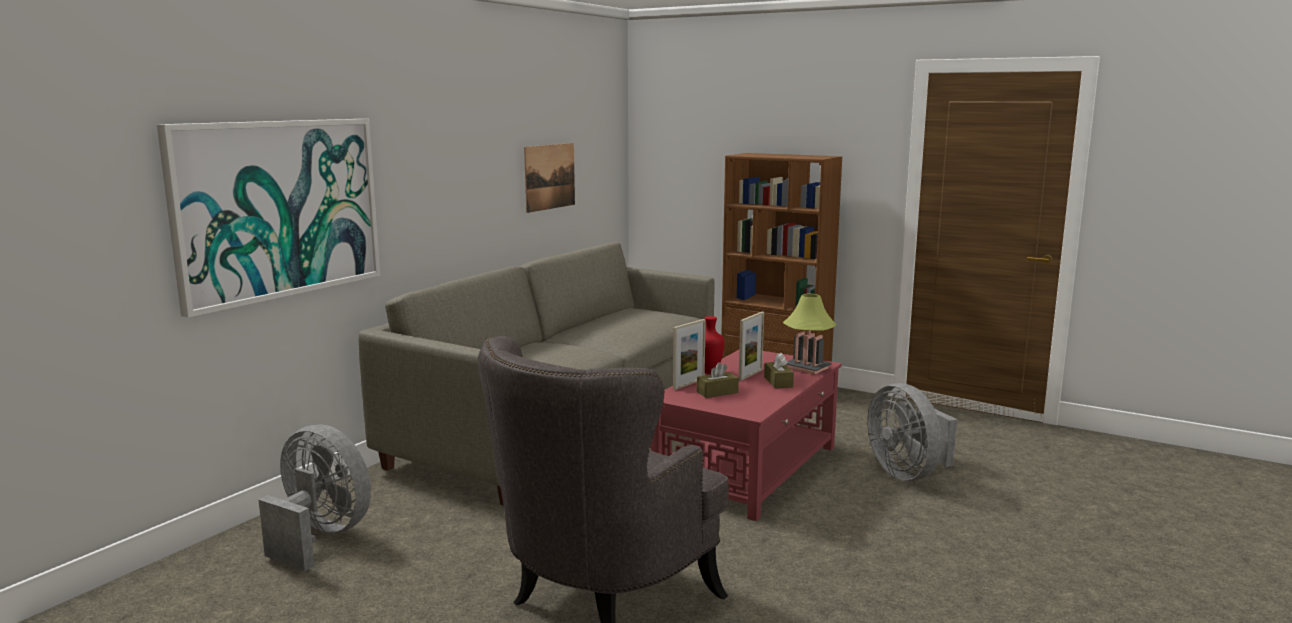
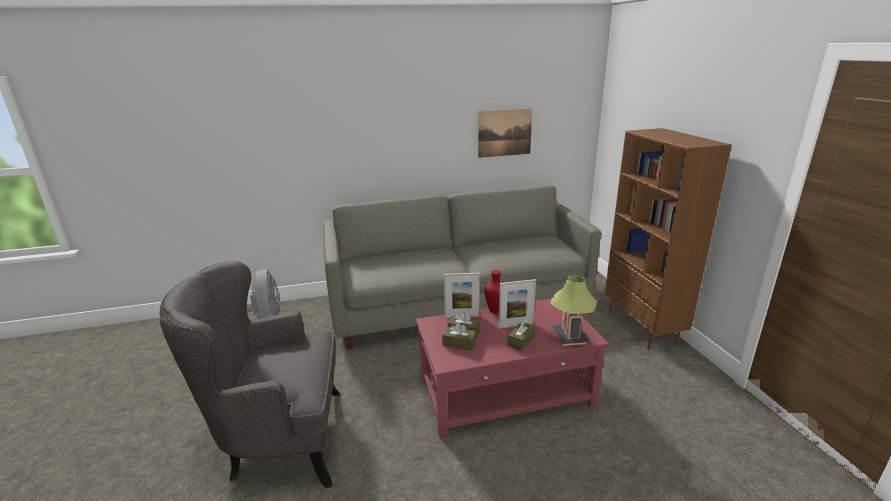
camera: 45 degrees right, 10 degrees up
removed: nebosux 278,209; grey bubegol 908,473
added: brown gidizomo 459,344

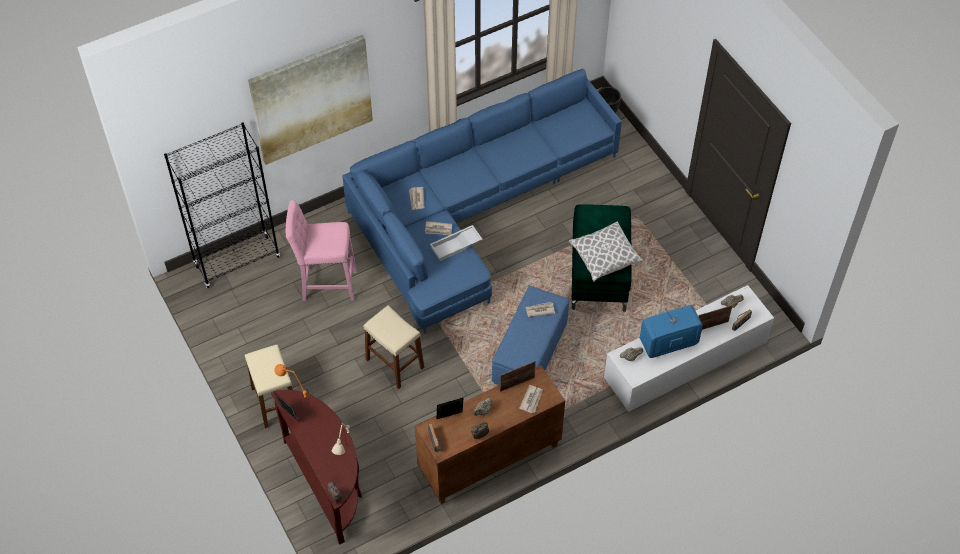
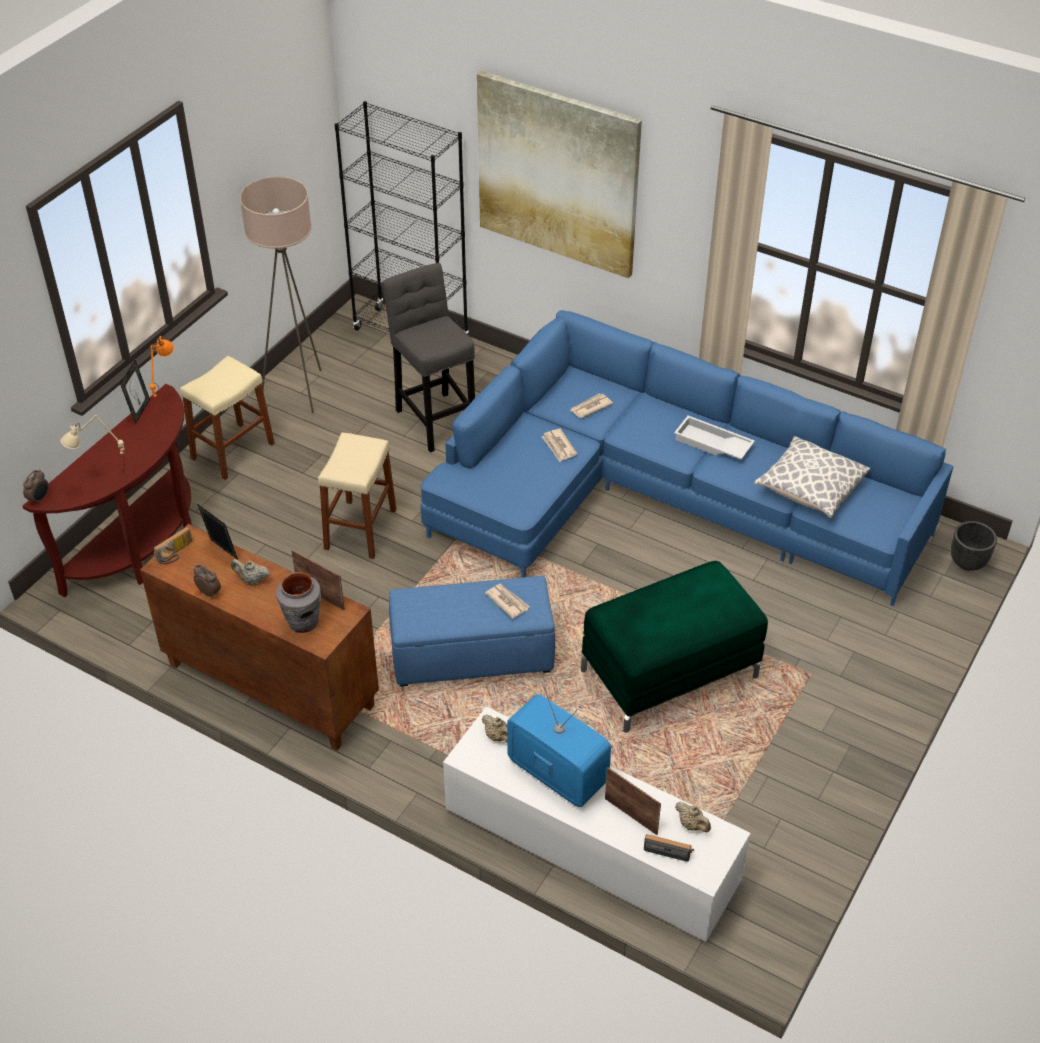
camera: 60 degrees right, 10 degrees down
added: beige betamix 299,391
moved: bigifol 604,258 to 809,489; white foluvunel 456,246 to 712,444
replaced: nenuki 531,399 to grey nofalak 303,622
recoloured: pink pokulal 326,284 to grey pokulal 434,419

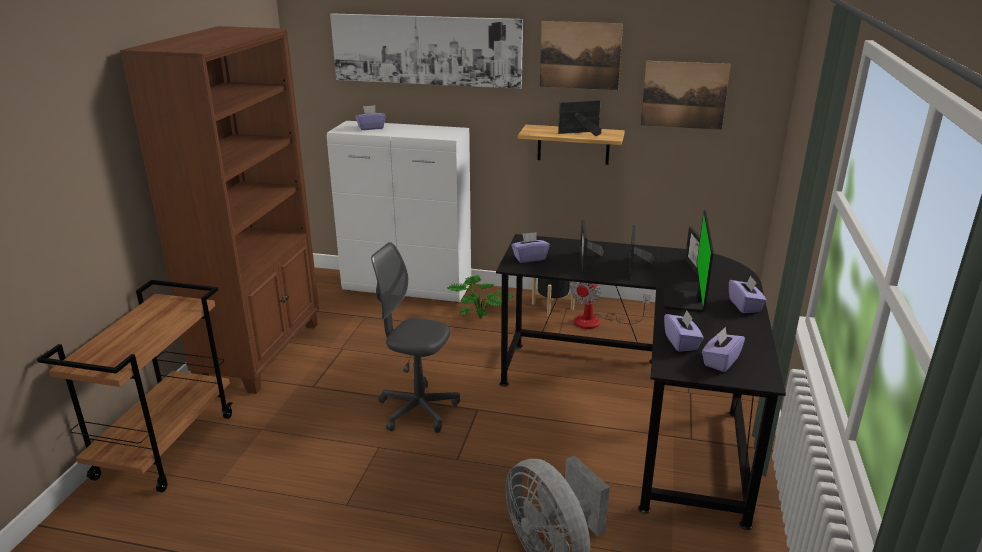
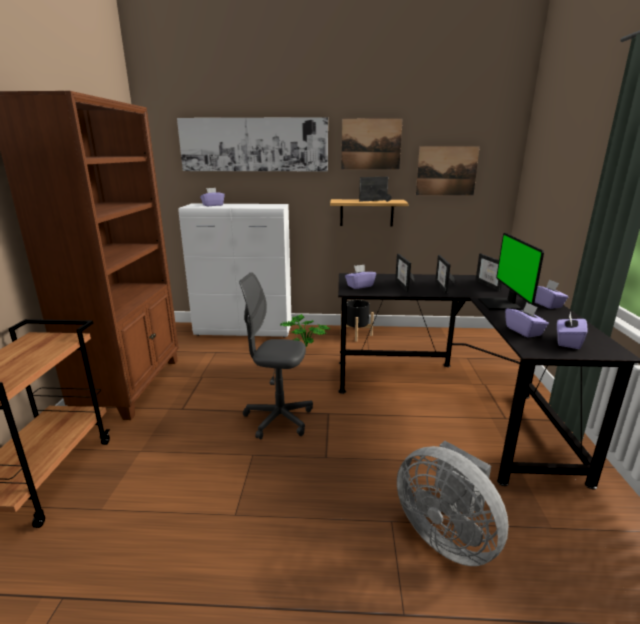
camera: 10 degrees left, 5 degrees down
removed: bubegol 597,322

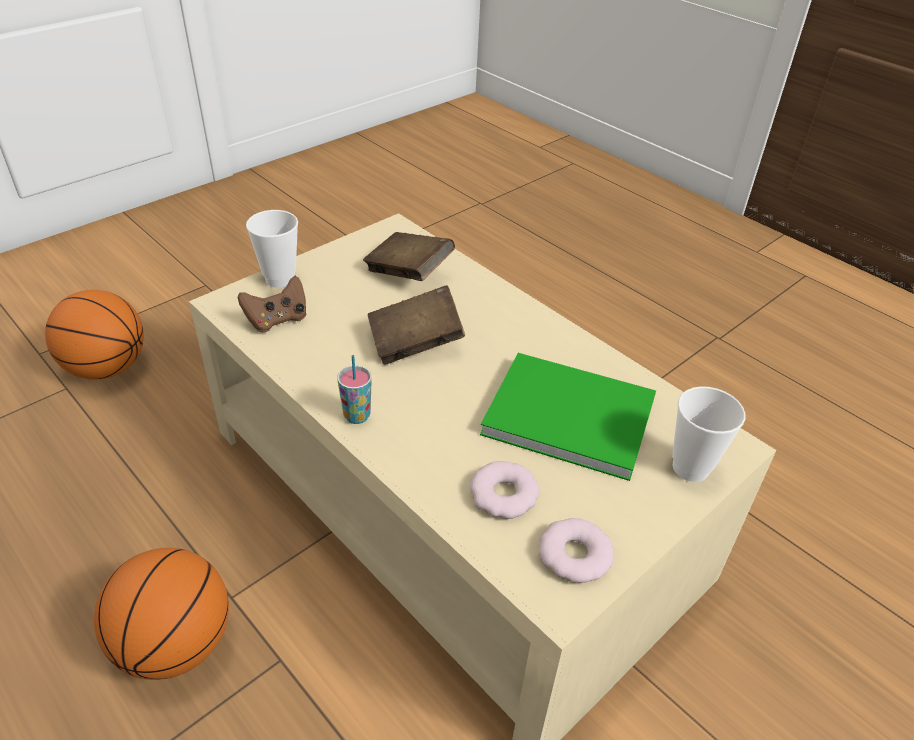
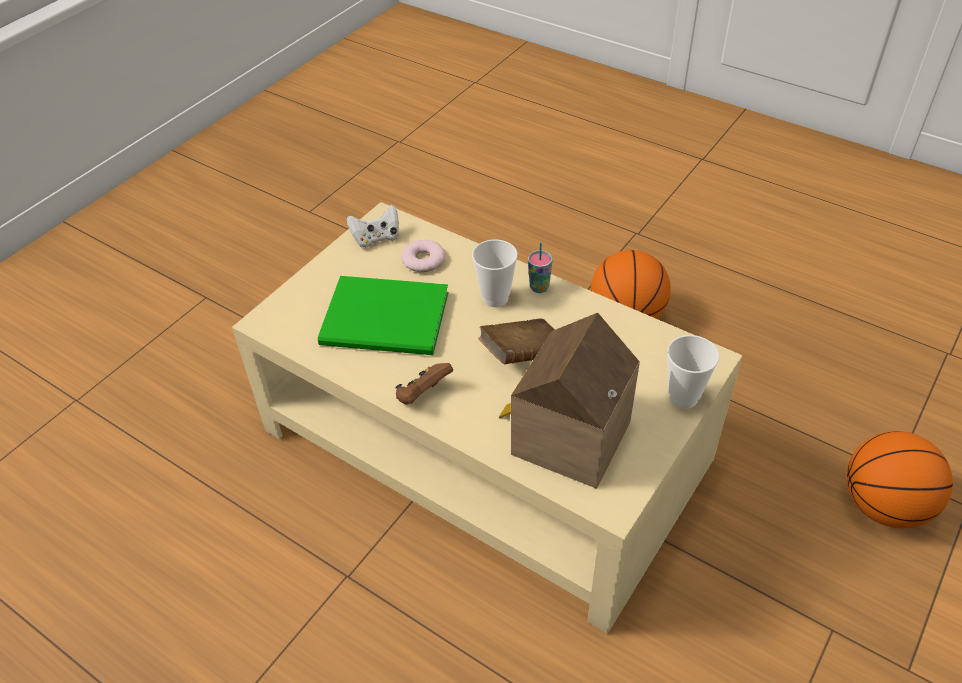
camera: 170 degrees right, 5 degrees up
moved: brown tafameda 277,320 to 423,395; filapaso 690,468 to 495,298
replaced: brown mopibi 408,273 to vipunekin 565,436; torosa 574,555 to white tafameda 376,238

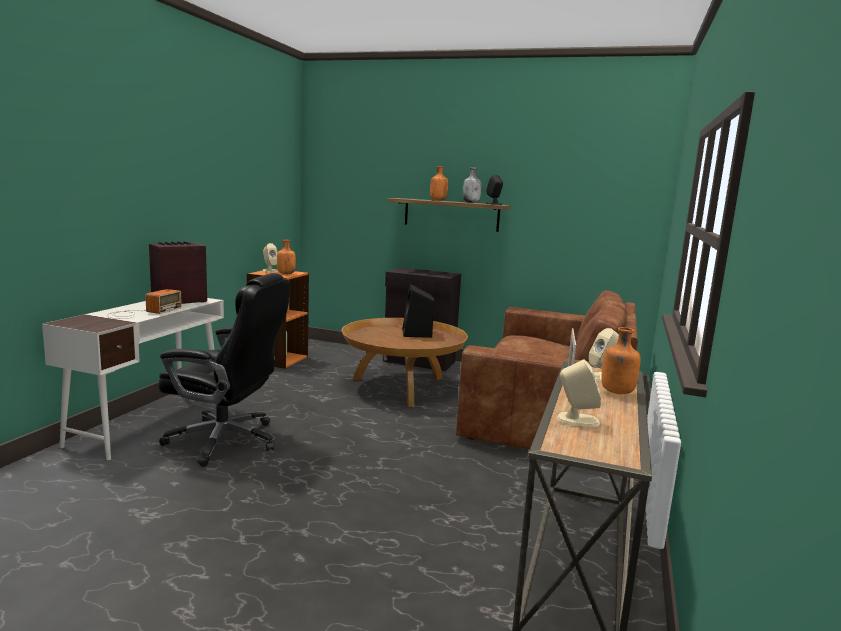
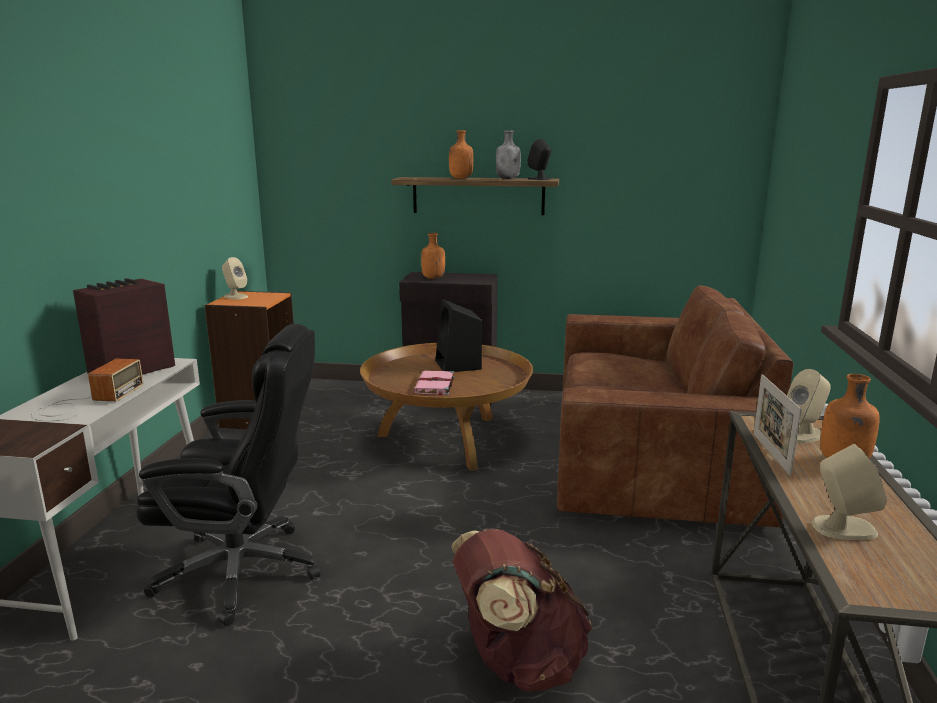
camera: 10 degrees left, 5 degrees up
added: pink mopibi 434,385; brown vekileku 517,662
moved: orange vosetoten 286,274 to 432,278

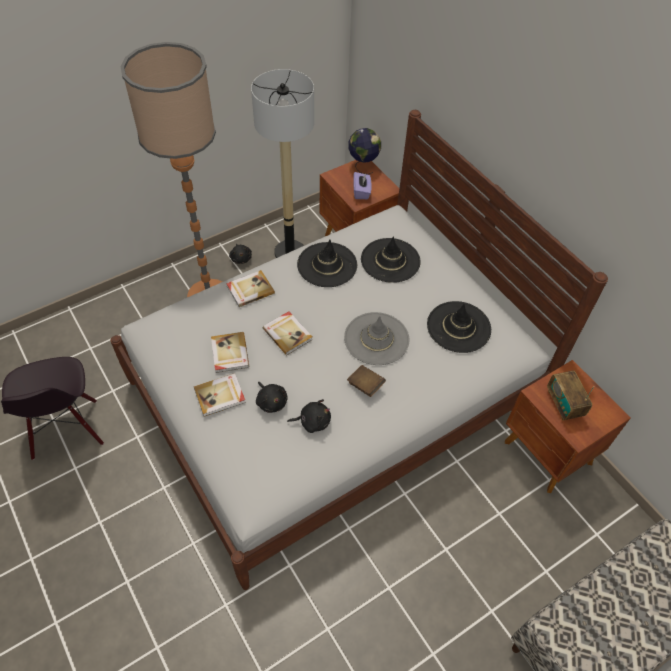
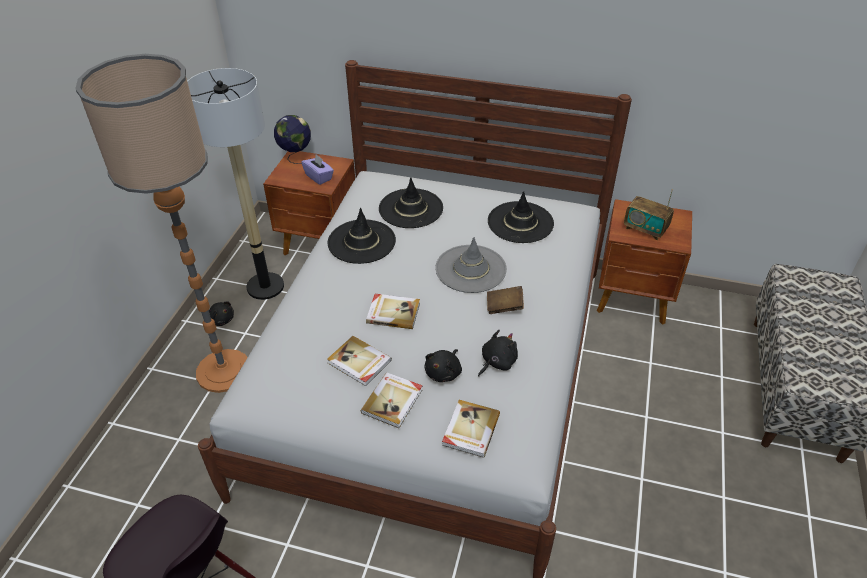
camera: 40 degrees left, 10 degrees down
moved: mopibi 250,289 to 470,430
turned: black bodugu 271,401 = 444,372 105 degrees clockwise

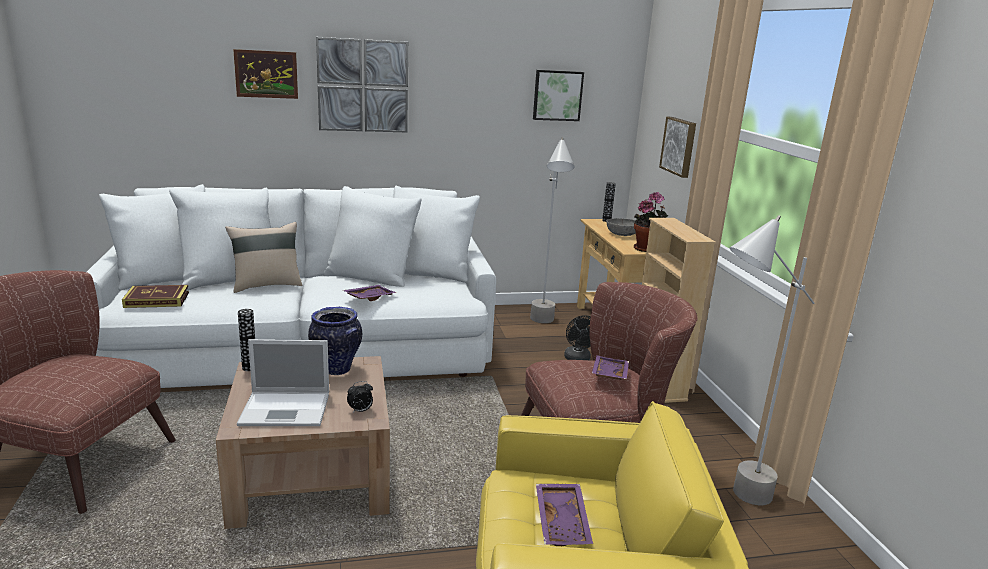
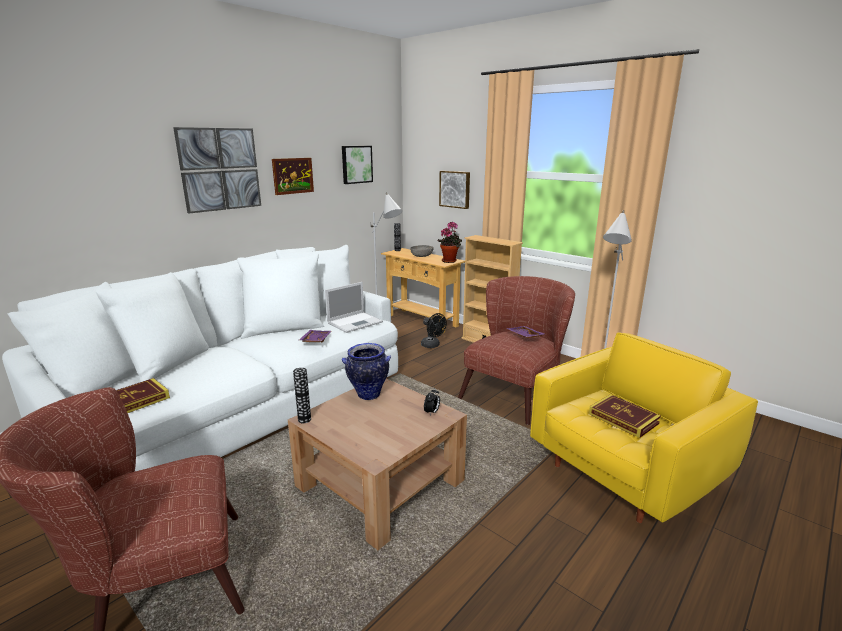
camera: 35 degrees left, 0 degrees up
removed: beige bigifol 267,285
moved: nebosux 266,74 to 293,176; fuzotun 287,409 to 355,322
replaced: purple foluvunel 563,522 to mopibi 623,418

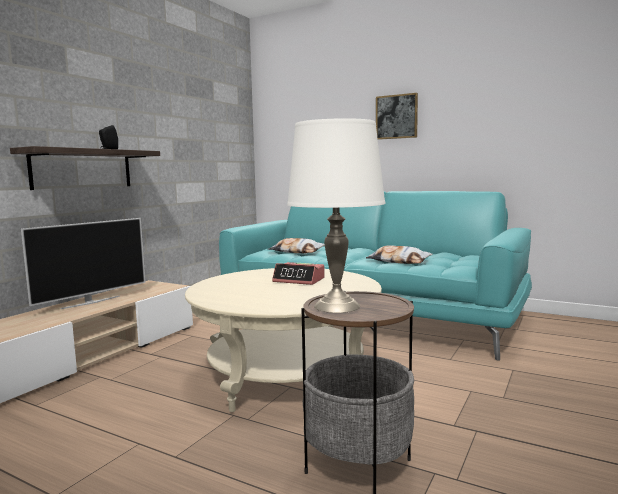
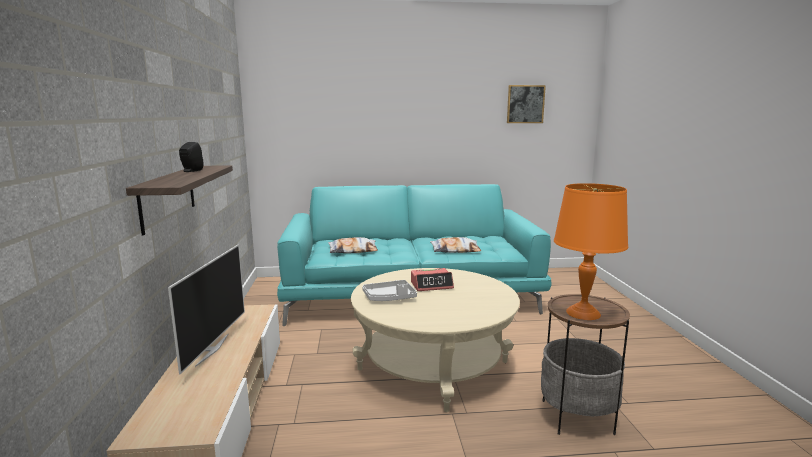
camera: 35 degrees left, 5 degrees up
added: grey foluvunel 389,298
moved: nebosux 396,116 to 525,104
recoloured: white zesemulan 336,306 to orange zesemulan 583,313

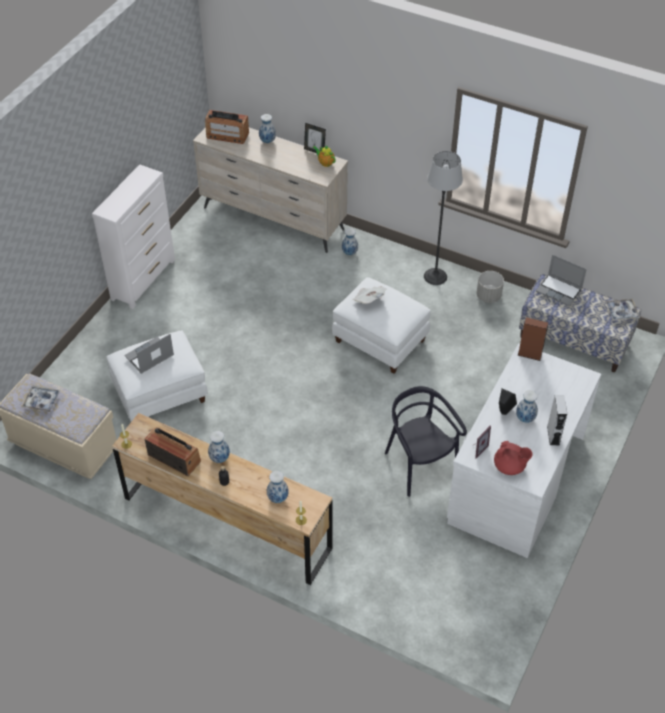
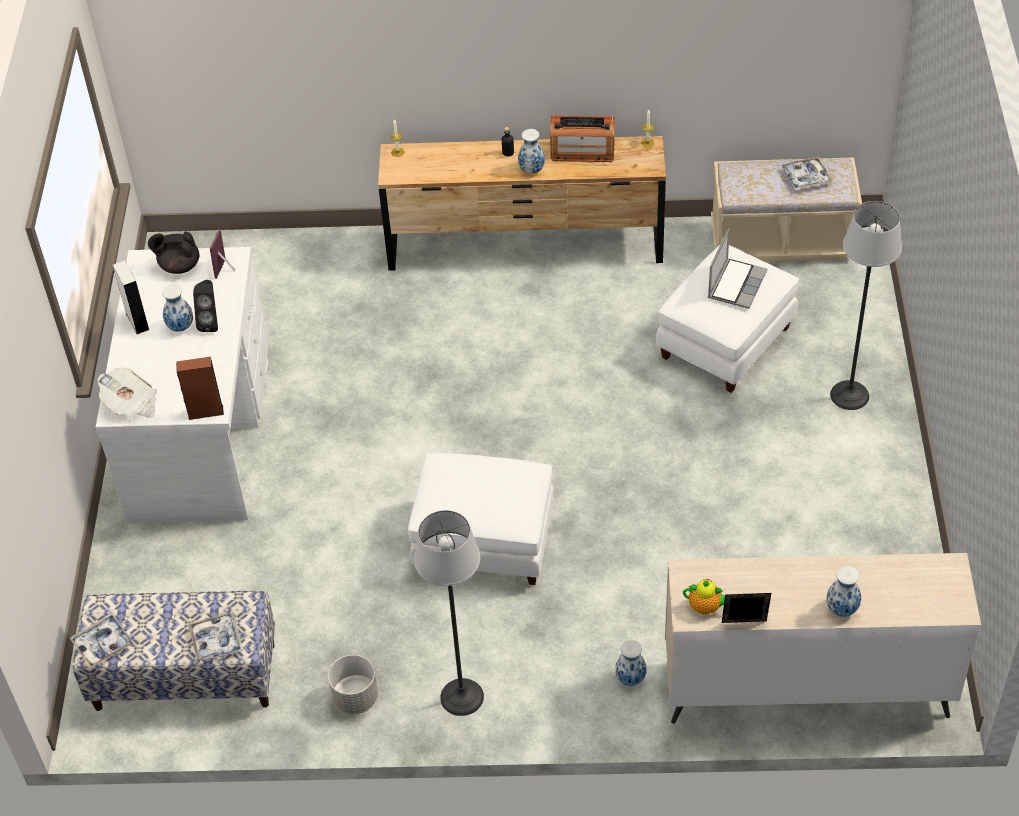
camera: 155 degrees right, 0 degrees up
removed: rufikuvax 227,135; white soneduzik 144,279; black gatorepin 419,465; nofalak 278,497
added: betamix 849,395
moved: nenuki 369,300 to 131,404
replaced: fuzotun 559,290 to foluvunel 216,641
recoloured: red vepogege 510,467 to black vepogege 179,265

